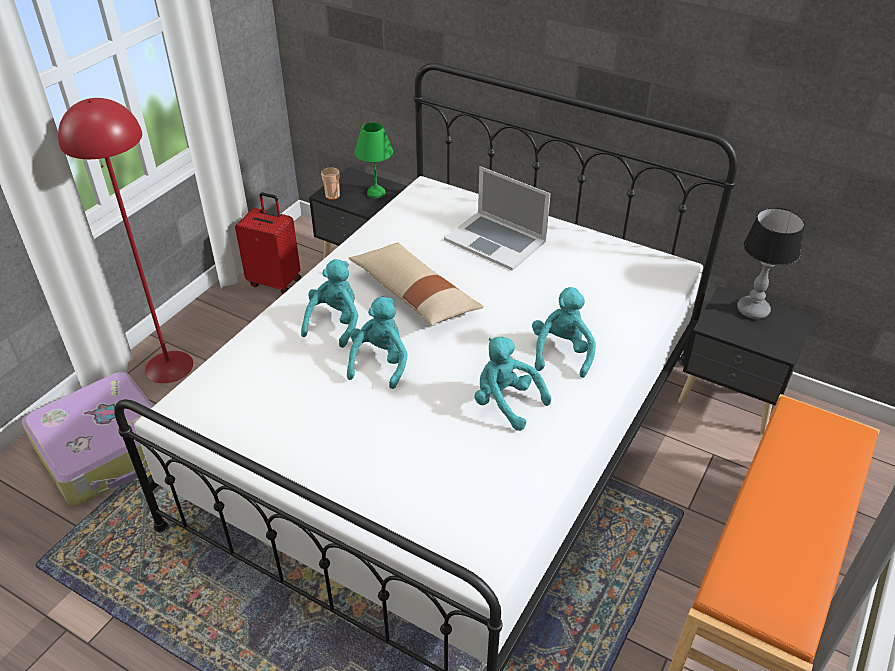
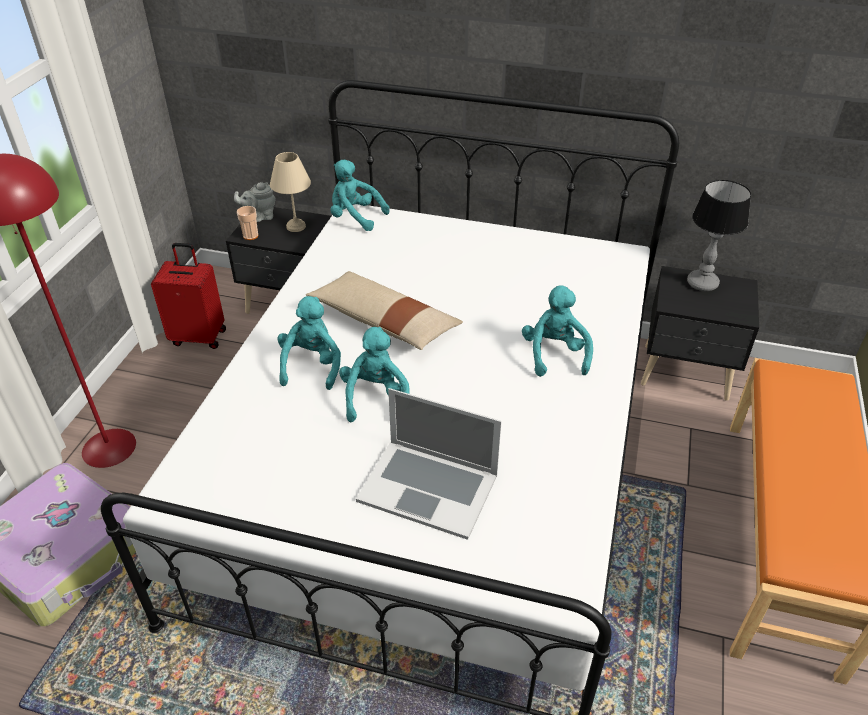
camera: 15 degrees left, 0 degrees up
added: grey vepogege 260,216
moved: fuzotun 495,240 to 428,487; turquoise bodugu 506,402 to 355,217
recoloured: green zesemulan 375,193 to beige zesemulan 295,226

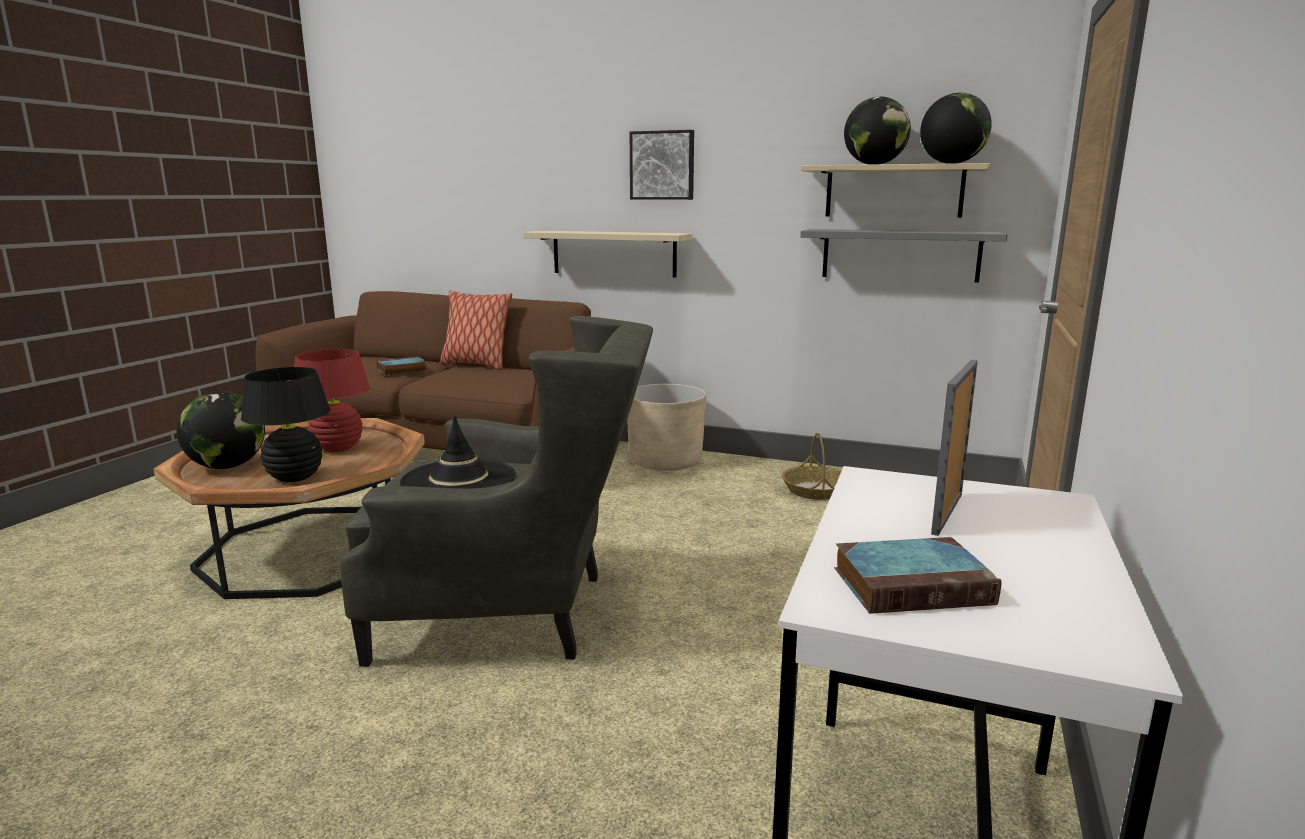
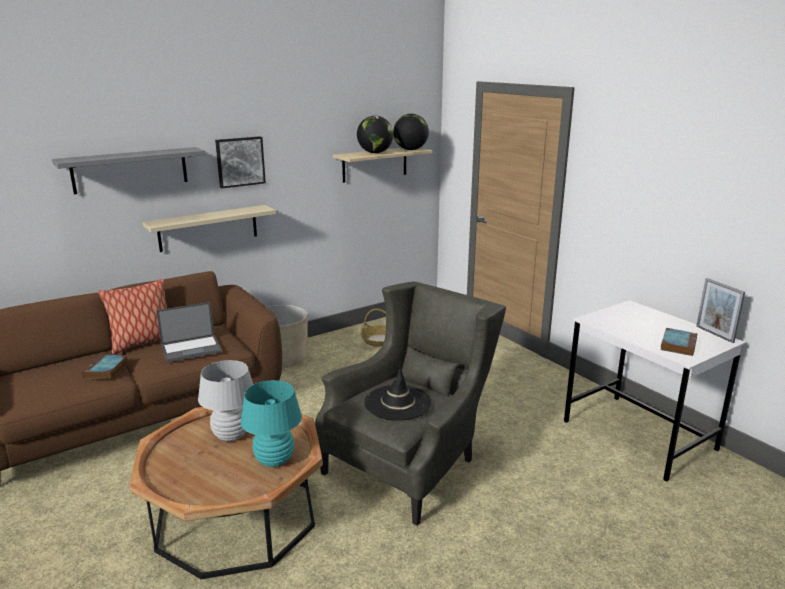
camera: 55 degrees left, 5 degrees up
removed: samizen 227,466
added: fuzotun 192,348
moved: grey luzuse 900,255 to 130,170; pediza 947,513 to 714,334
recoloured: red zesemulan 338,448 to white zesemulan 231,435; black zesemulan 294,477 to turquoise zesemulan 274,460

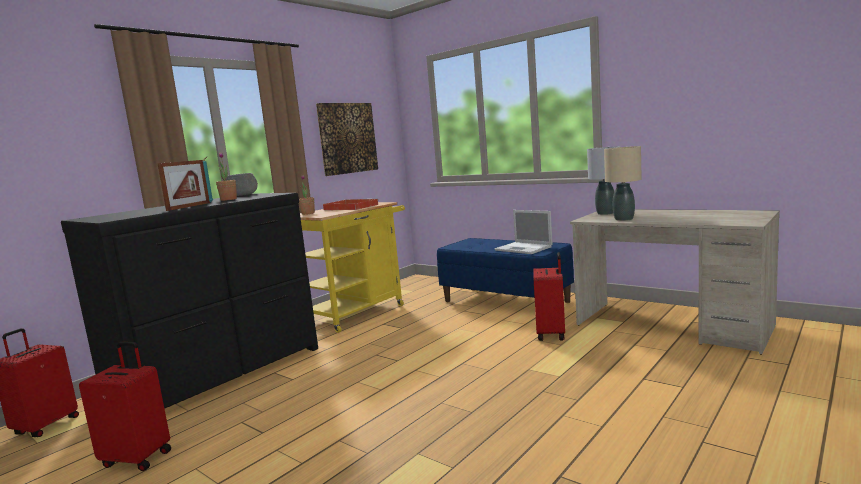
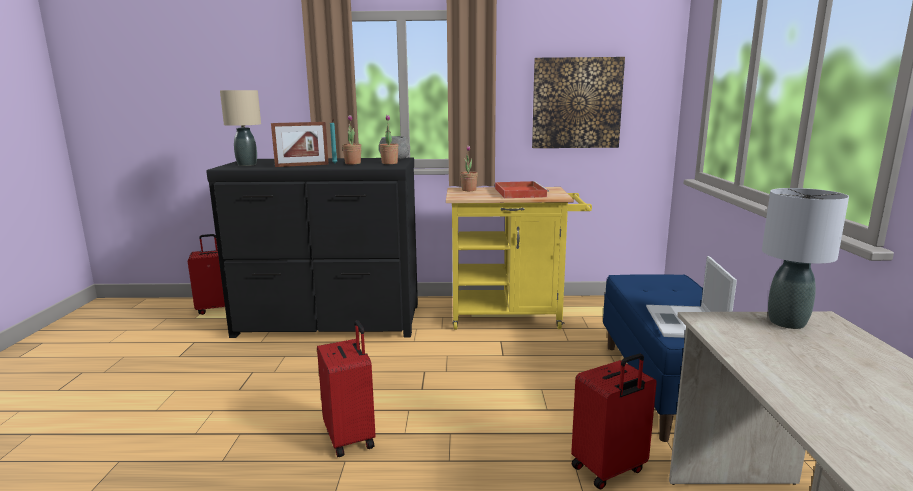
camera: 50 degrees right, 5 degrees up
added: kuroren 389,163
moved: beige zesemulan 623,219 to 247,164; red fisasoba 138,458 to 351,437

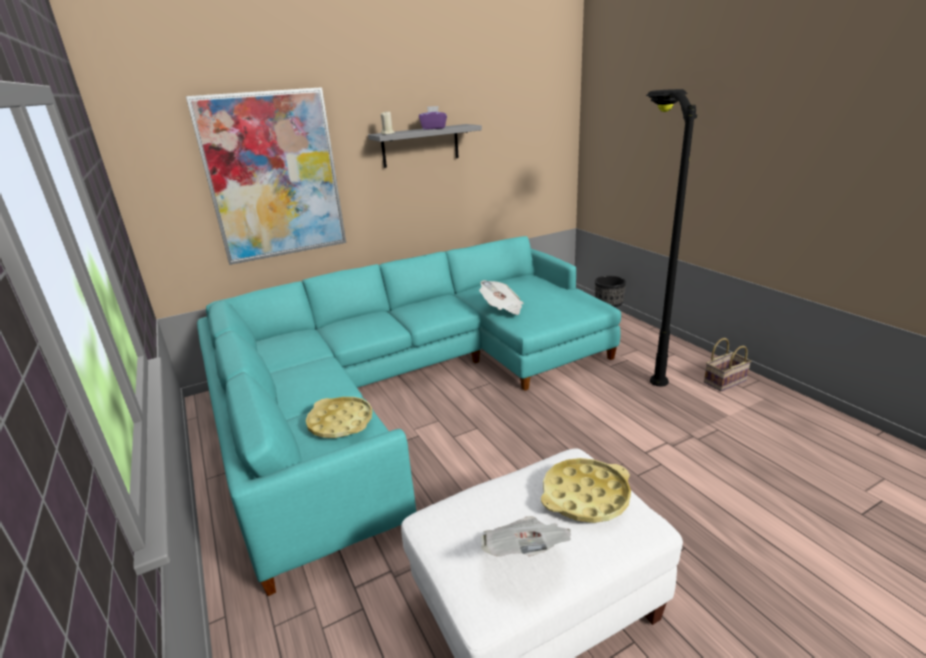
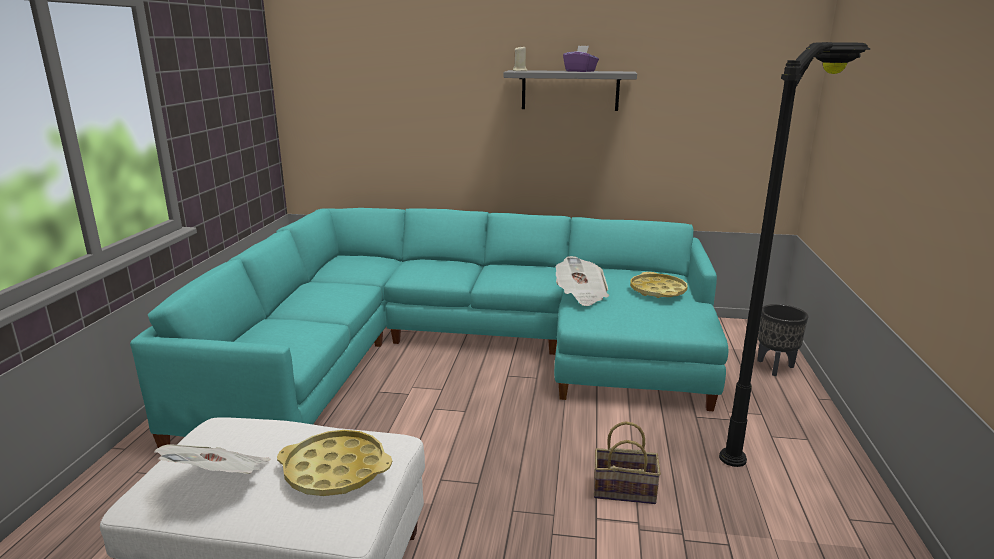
camera: 35 degrees right, 5 degrees down
removed: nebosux 274,177
moved: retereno 725,381 to 626,490; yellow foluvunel 340,422 to 657,291

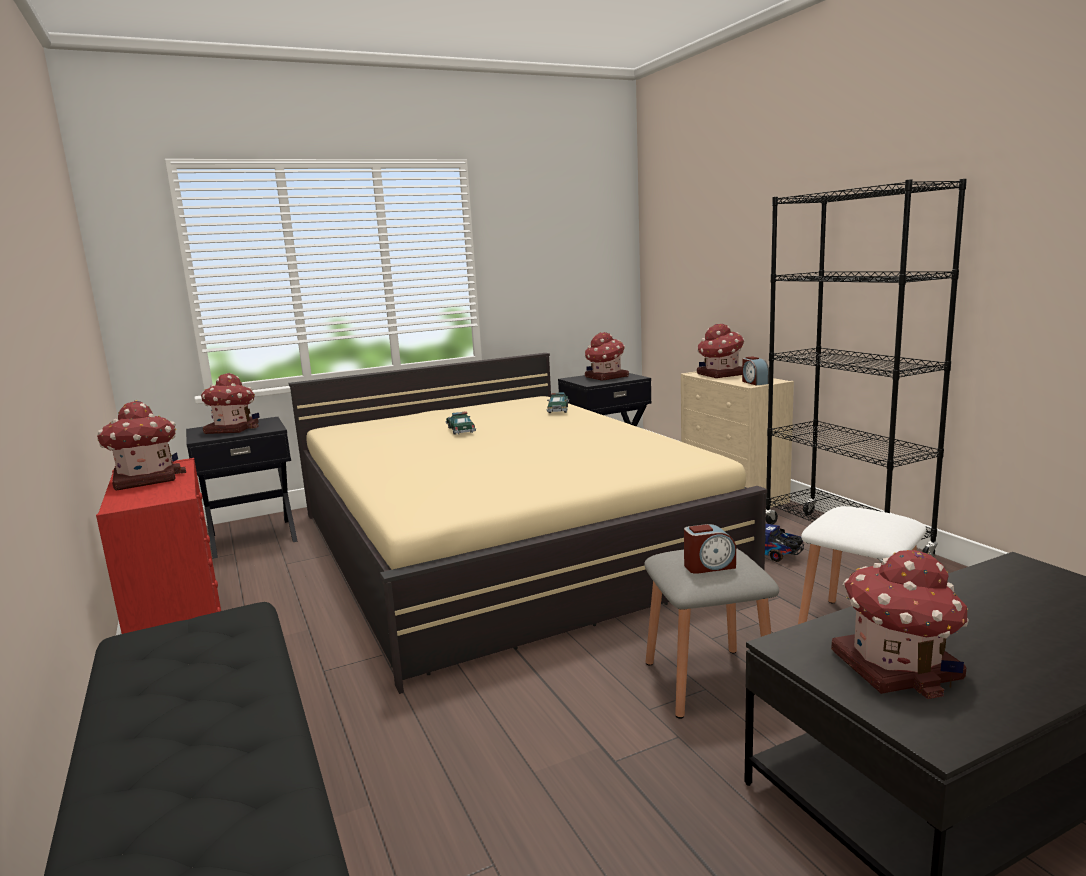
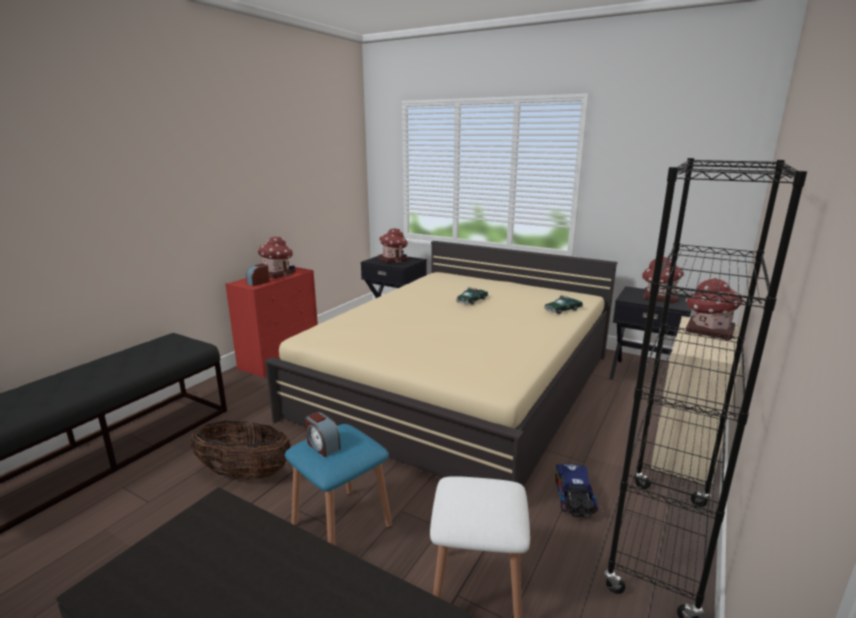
camera: 55 degrees right, 5 degrees up
removed: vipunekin 898,665
added: retereno 244,473
moved: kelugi 754,382 to 258,283
recoloured: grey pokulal 708,681 to blue pokulal 341,525

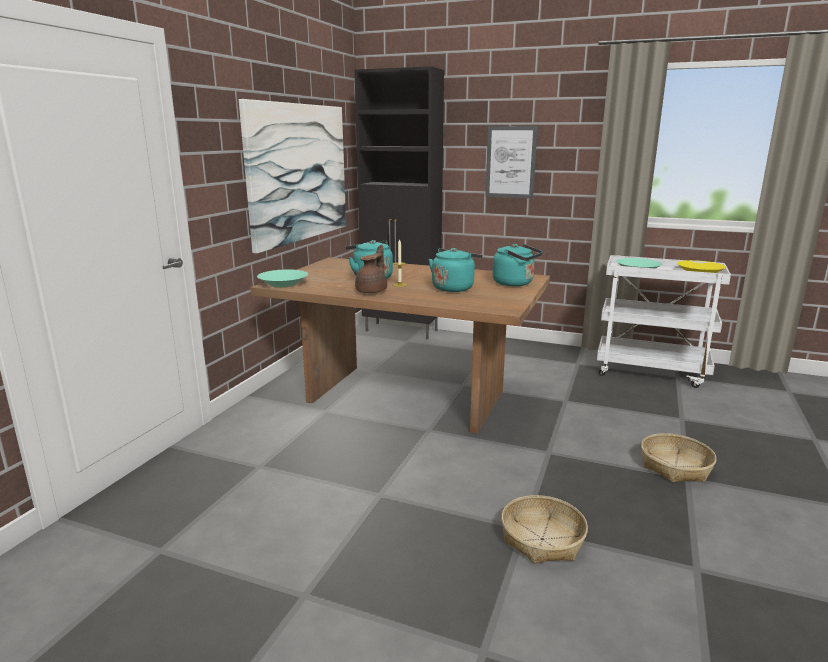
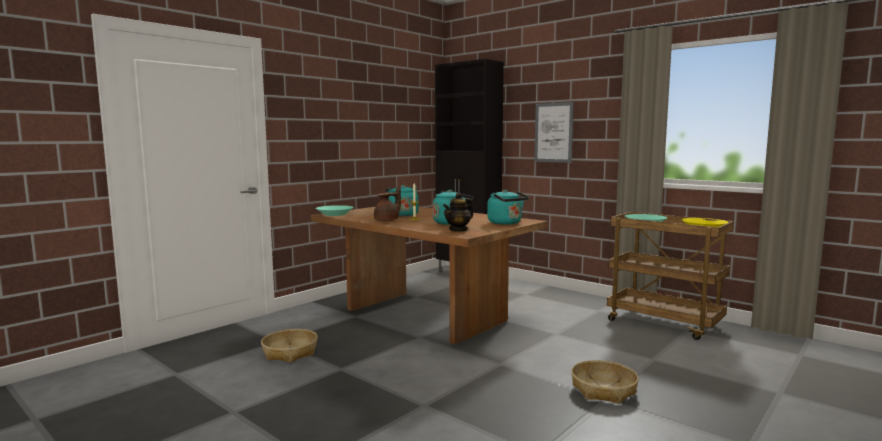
camera: 20 degrees right, 10 degrees down
removed: nebosux 298,173
added: vepogege 458,230
moved: retereno 542,539 to 290,352
recoloured: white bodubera 651,371 to brown bodubera 665,323

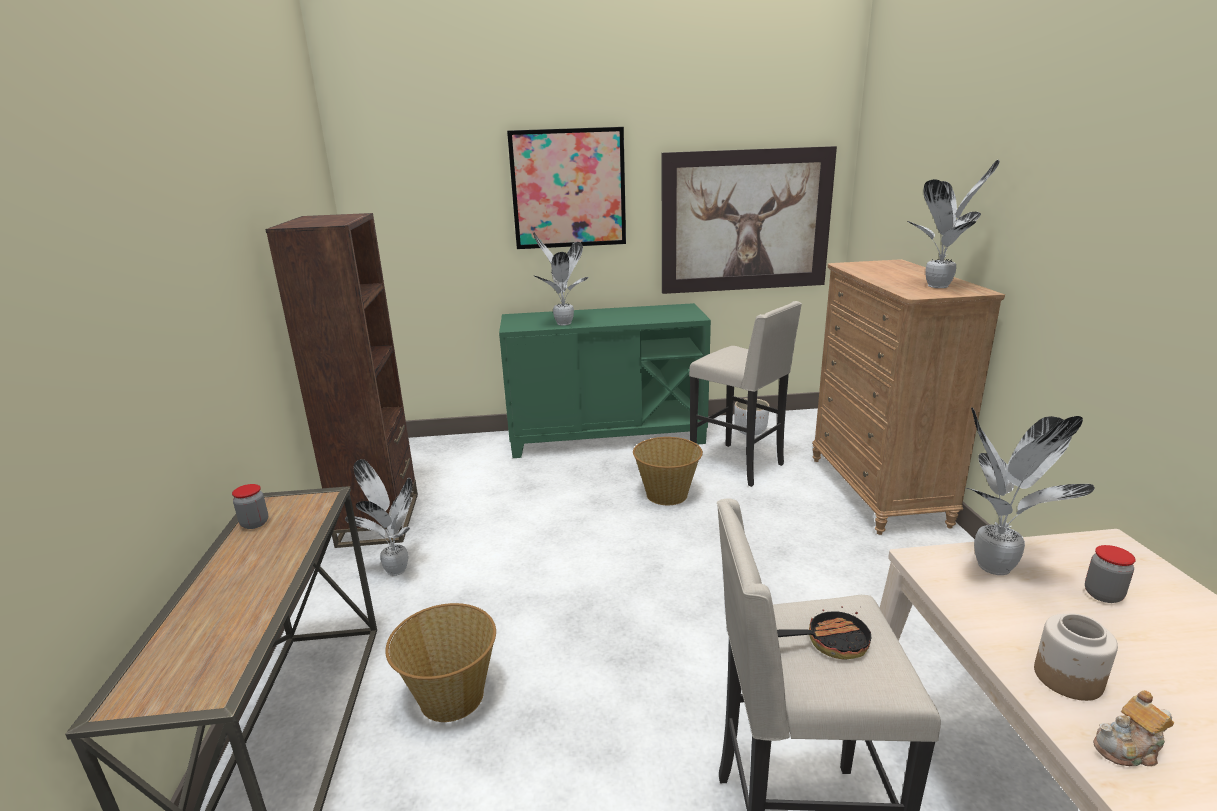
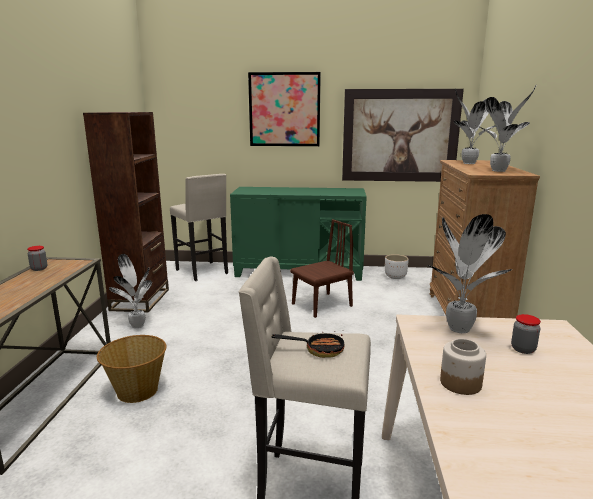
camera: 10 degrees right, 5 degrees down
removed: vepogege 1128,749
moved: kuroren 562,323 to 467,163; beige pokulal 739,466 to 203,272
replaced: retereno 667,494 to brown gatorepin 322,305

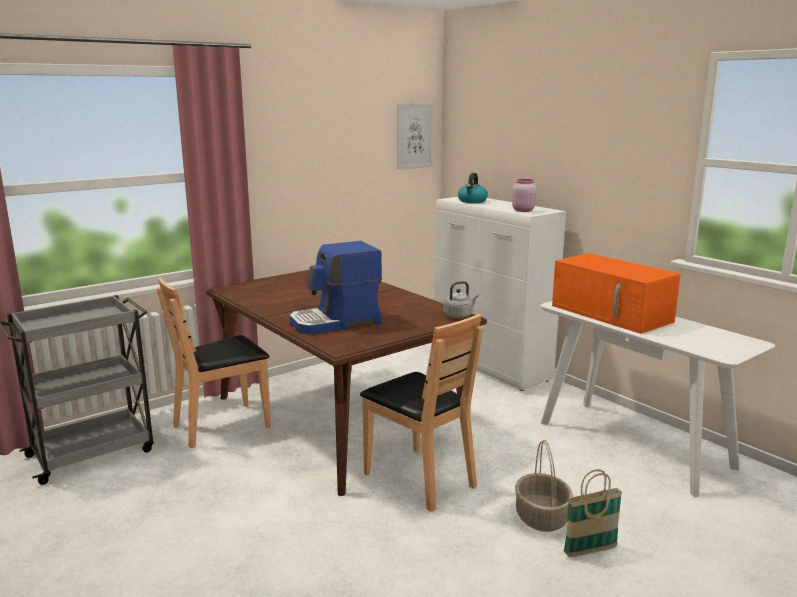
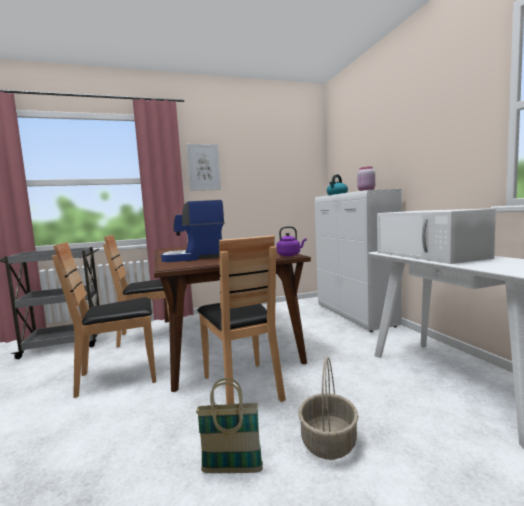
camera: 20 degrees right, 10 degrees down
added: brown gatorepin 119,377
moved: nebosux 414,135 to 203,167; retereno 590,550 to 232,470
recoloured: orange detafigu 613,314 to white detafigu 430,255; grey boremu 459,315 to purple boremu 290,255

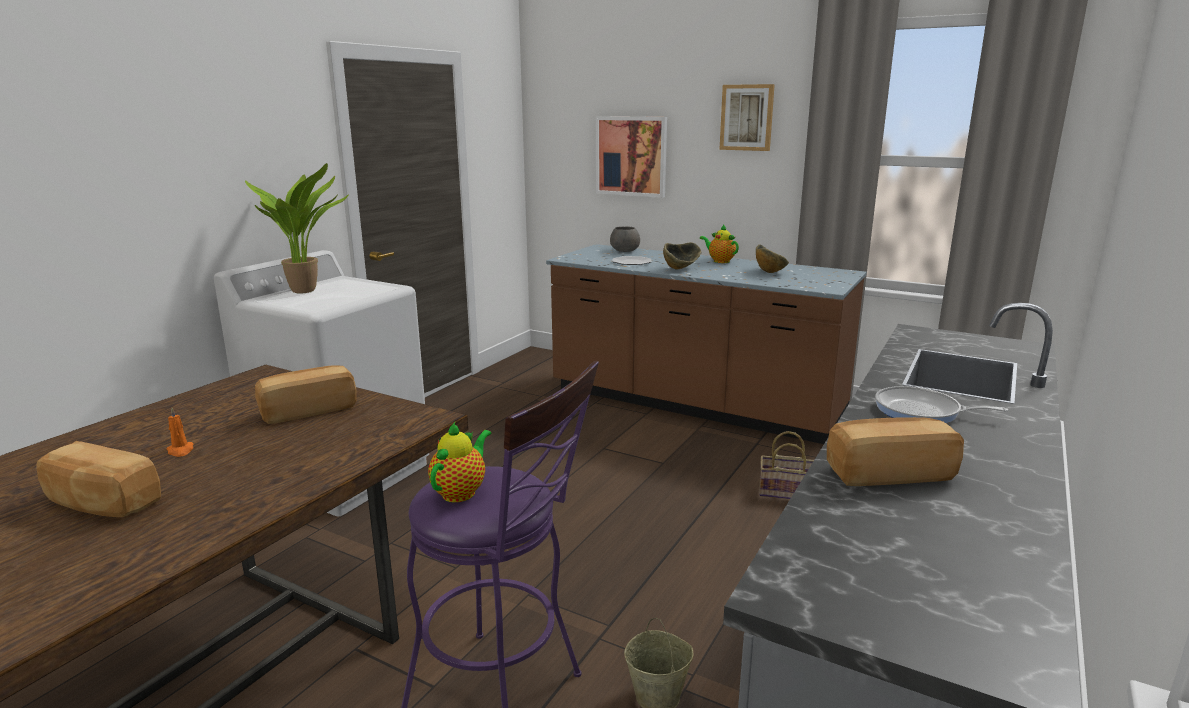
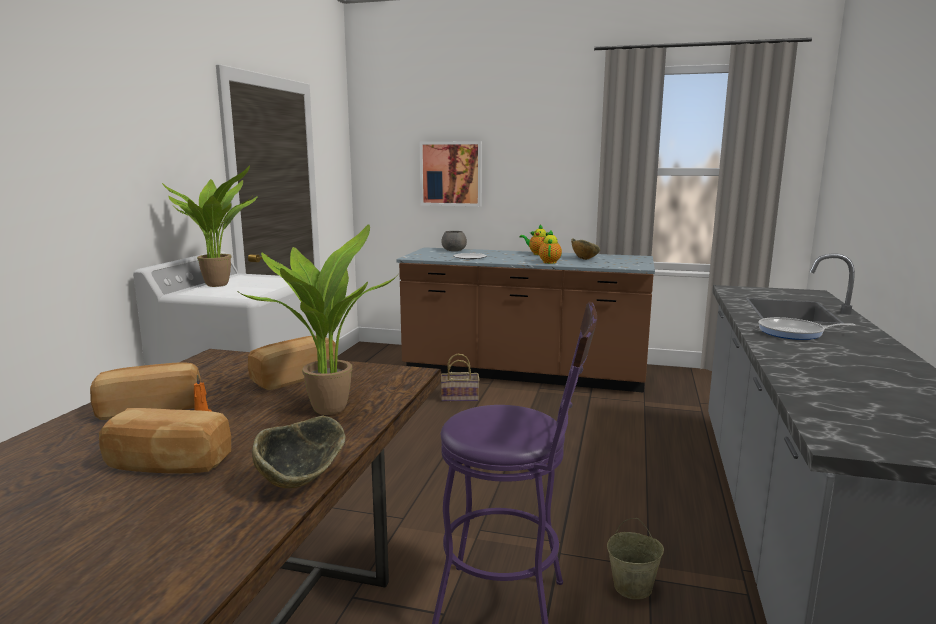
camera: 15 degrees left, 5 degrees down
removed: nebosux 747,117
added: kuroren 327,408
moved: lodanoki 680,268 to 300,481; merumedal 888,473 to 151,408; vepogege 461,491 to 550,262; retereno 787,491 to 460,397

